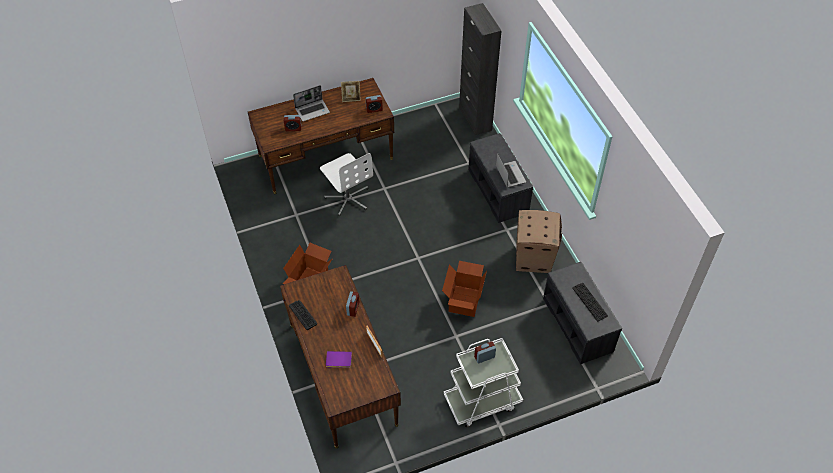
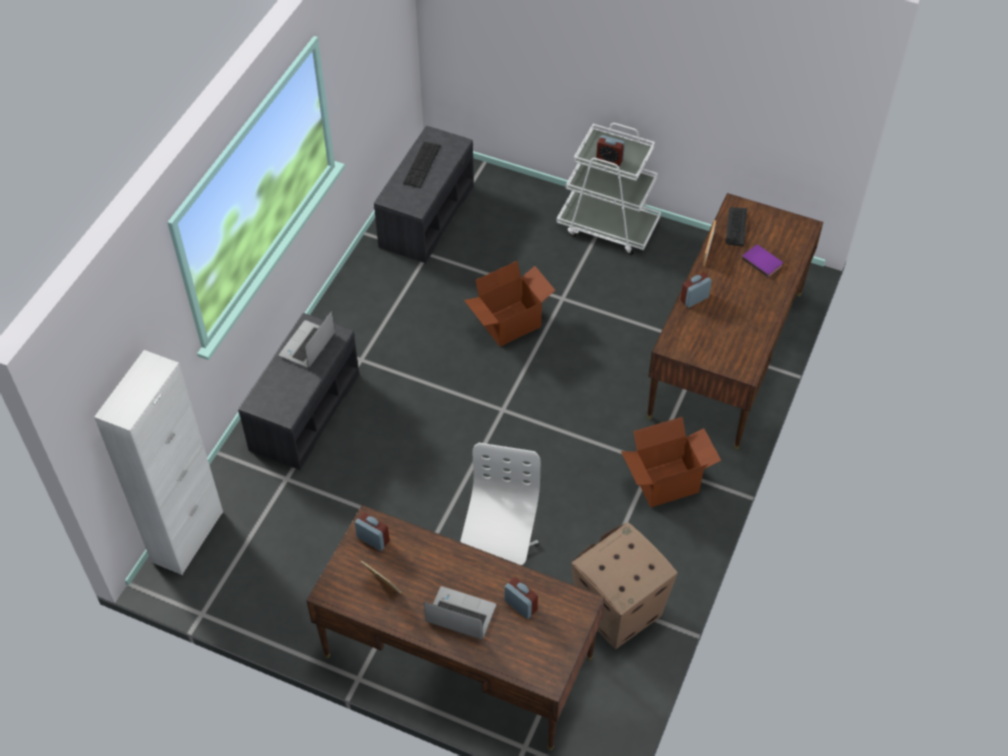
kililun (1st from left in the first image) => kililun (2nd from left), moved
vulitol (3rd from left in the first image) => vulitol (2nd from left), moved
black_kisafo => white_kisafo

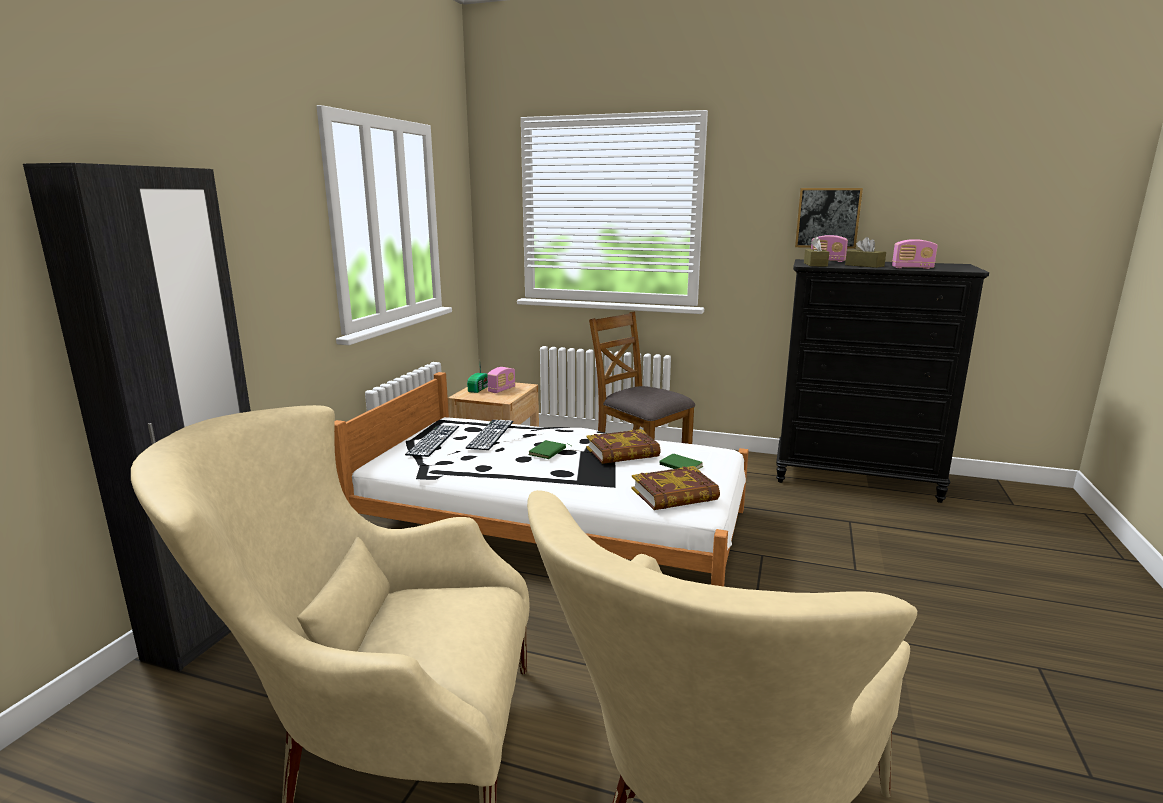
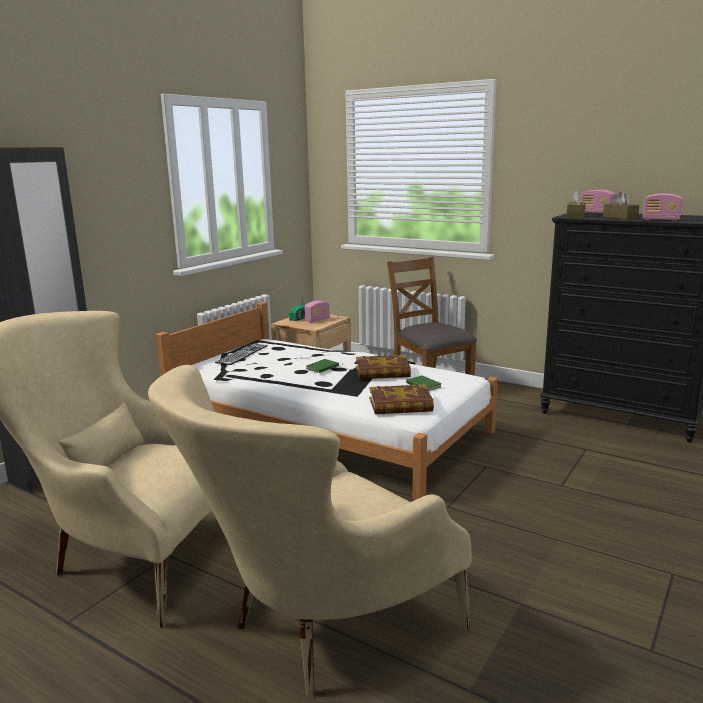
kililun (2nd from left) => nothing
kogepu => nothing

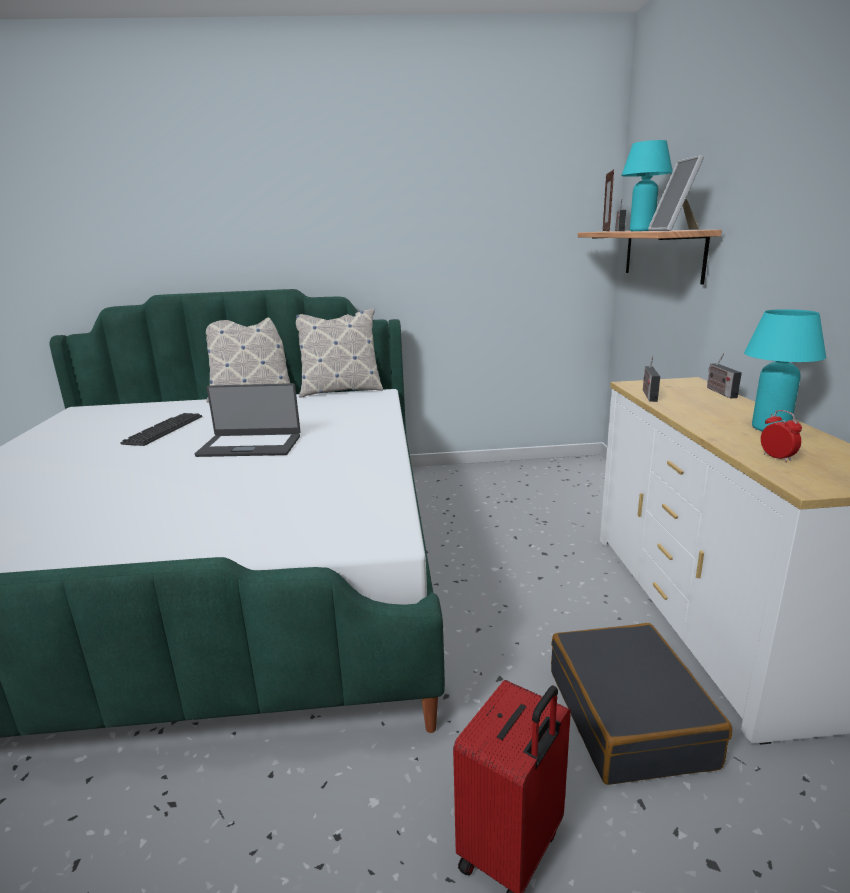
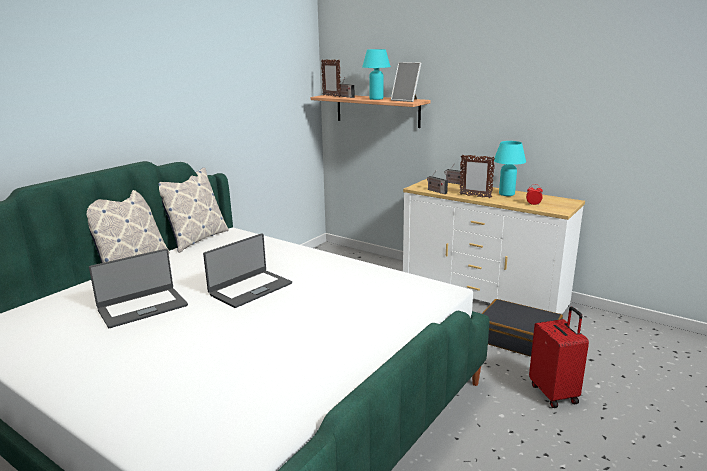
nothing => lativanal (3rd from left)
kililun => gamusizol (1st from left)

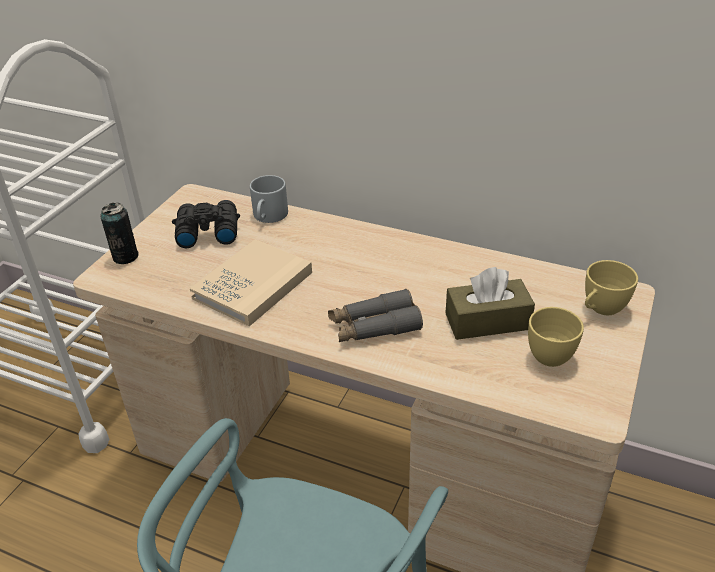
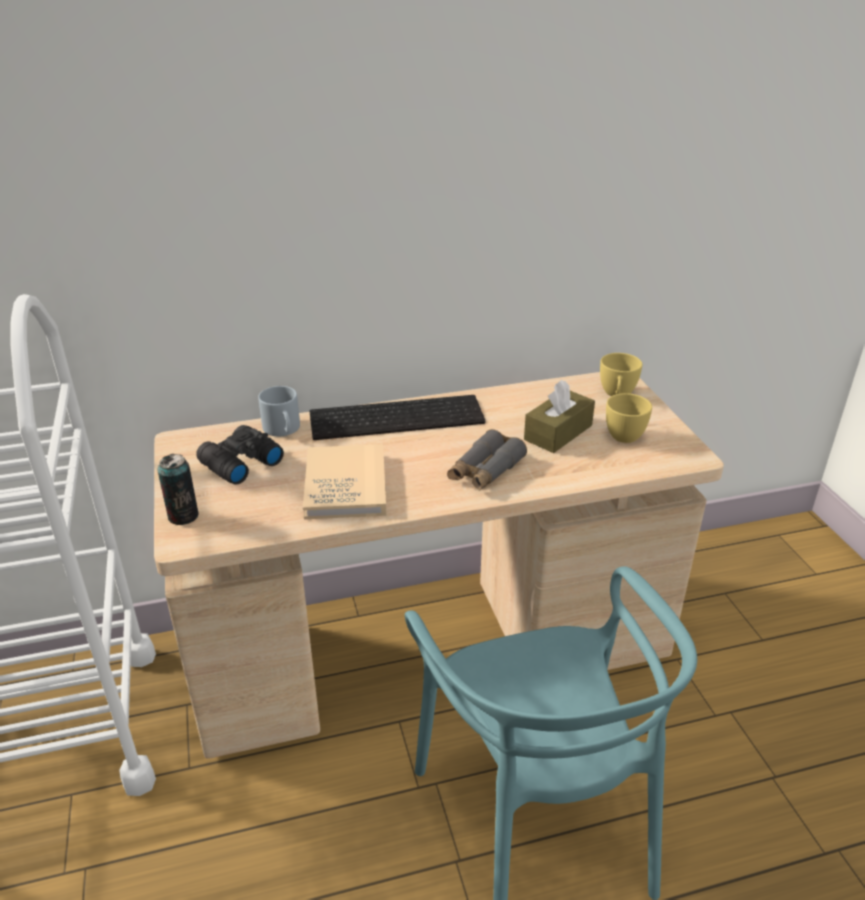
nothing => kililun

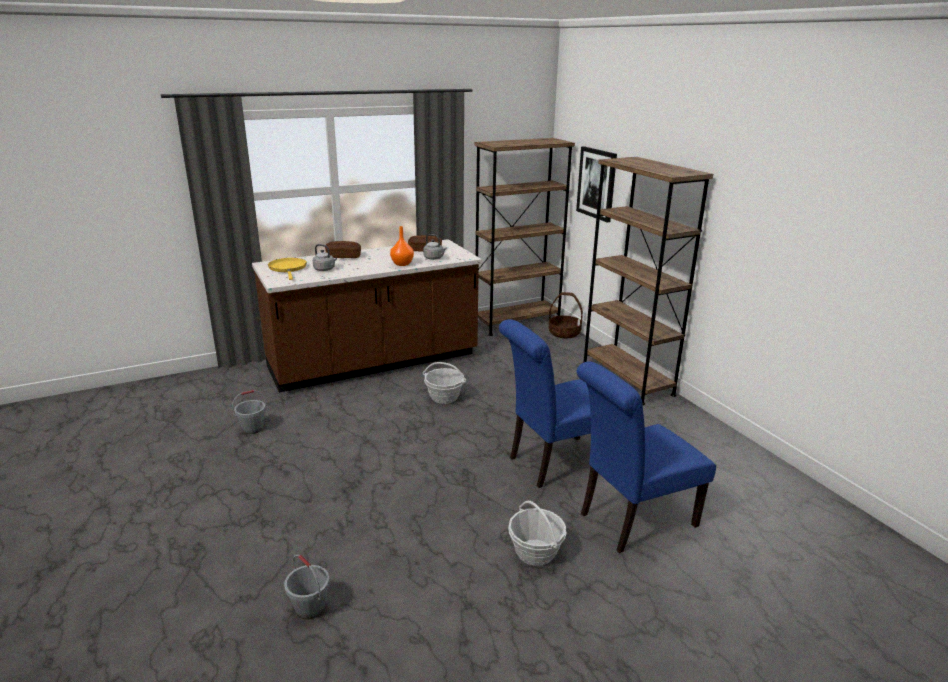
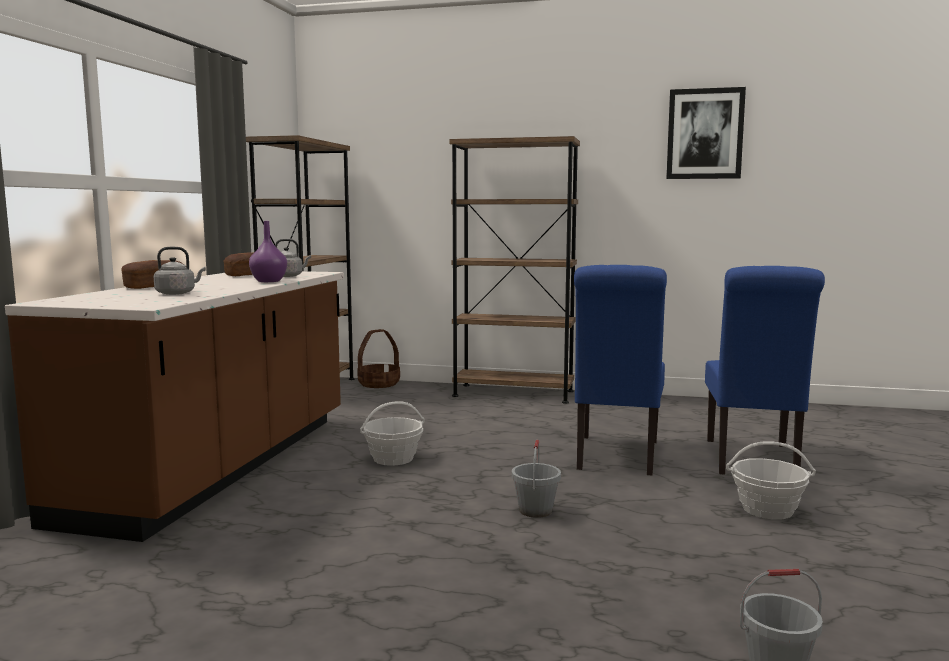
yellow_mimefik => nothing
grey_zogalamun (1st from left), moved
kogepu, moved
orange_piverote => purple_piverote

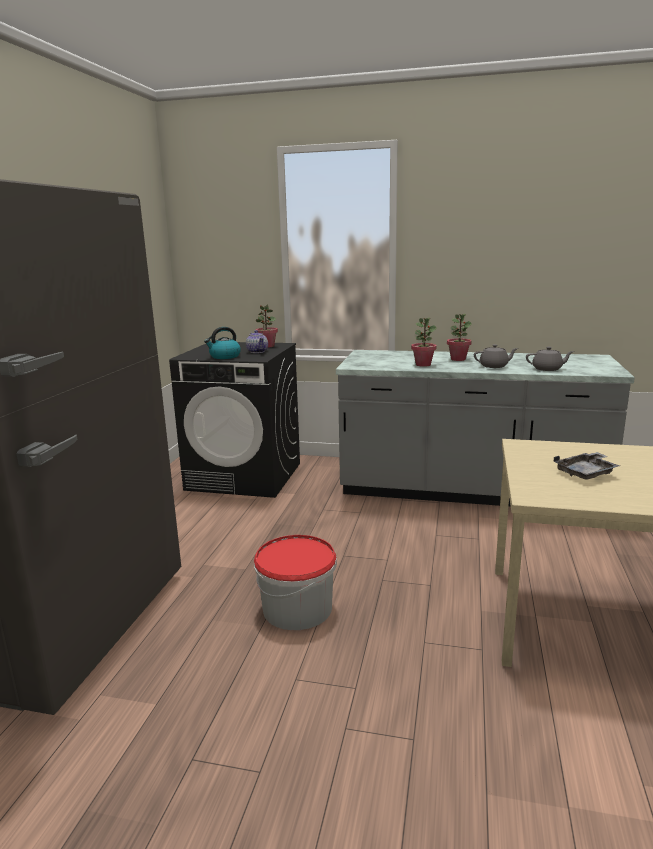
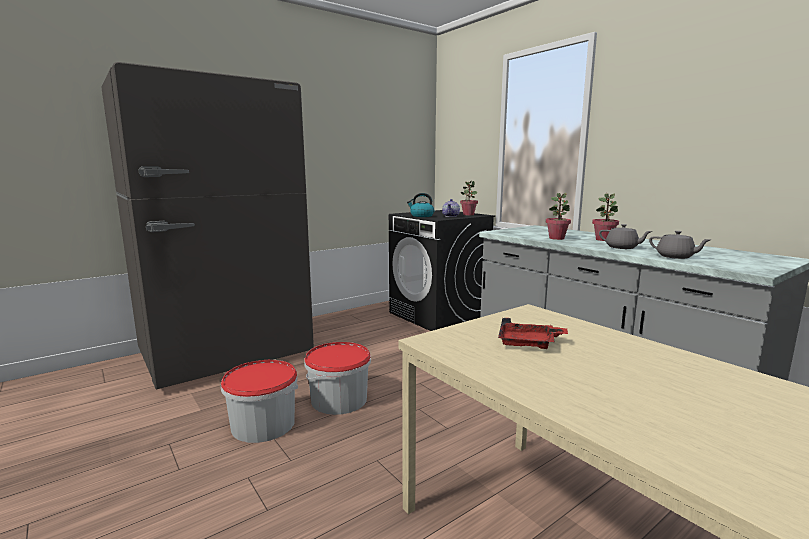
nothing => zogalamun (1st from left)
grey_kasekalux => red_kasekalux

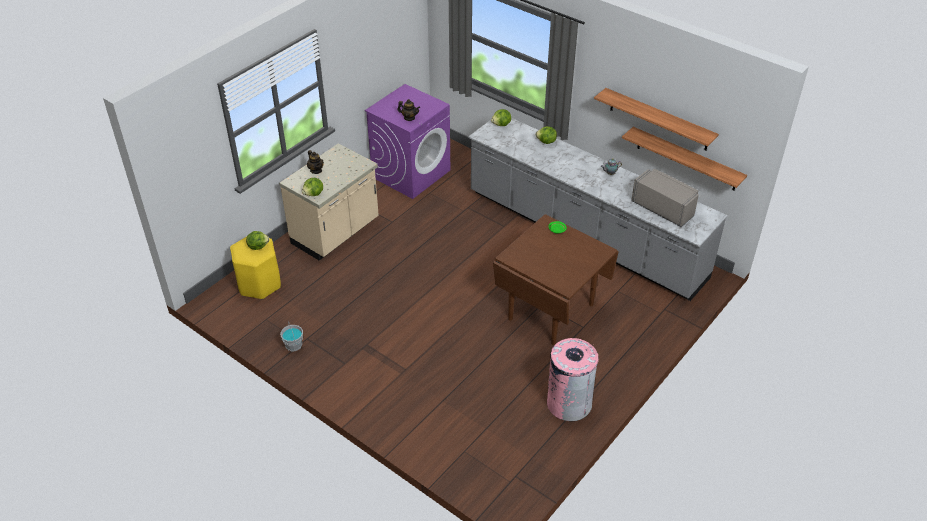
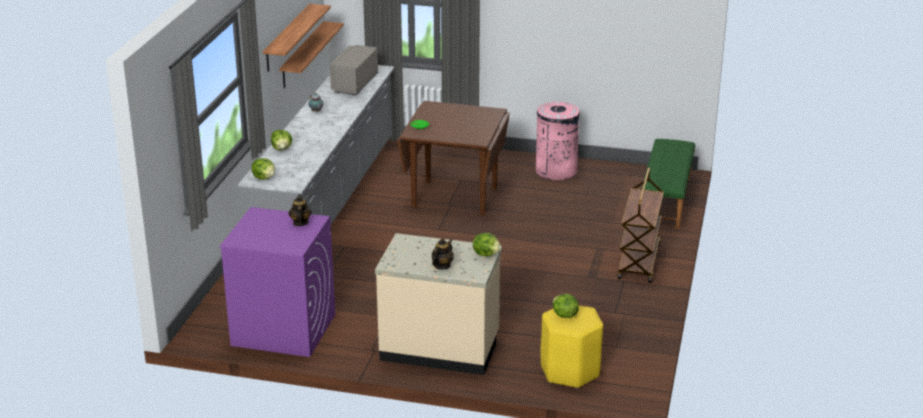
grey_zogalamun => nothing
nothing => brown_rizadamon
nothing => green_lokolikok

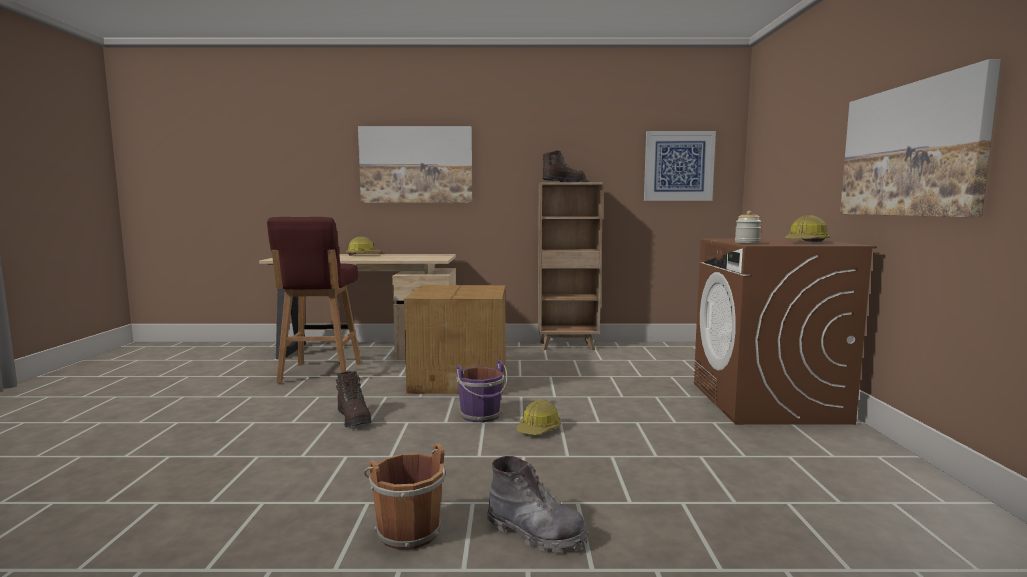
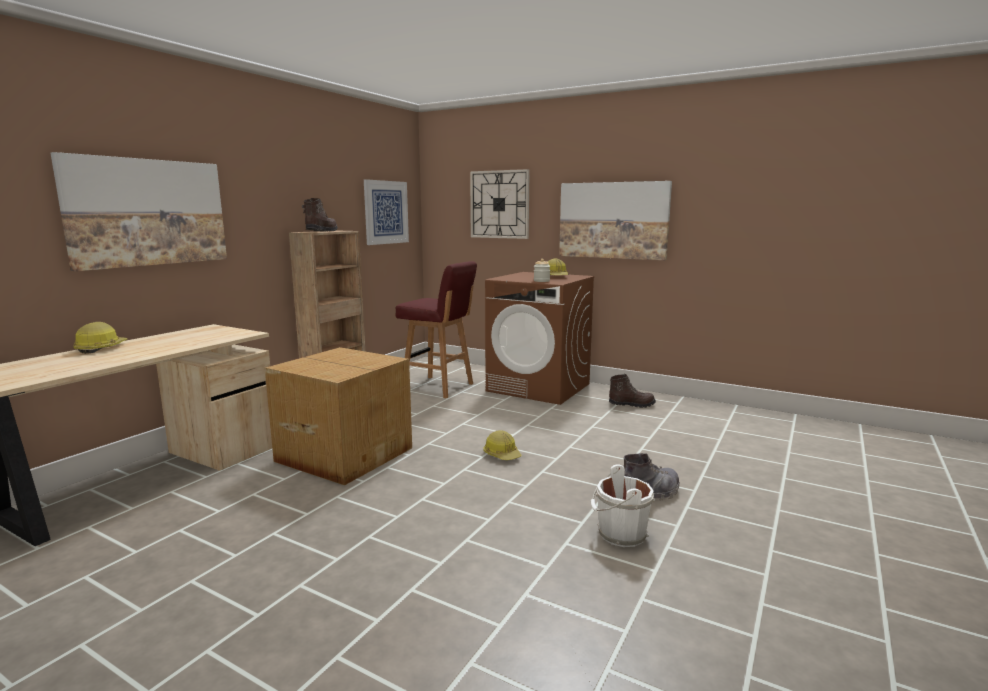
purple_zogalamun => nothing
nothing => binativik
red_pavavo, moved
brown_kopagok (1st from left in the first image) => brown_kopagok (2nd from left), moved
brown_zogalamun => white_zogalamun

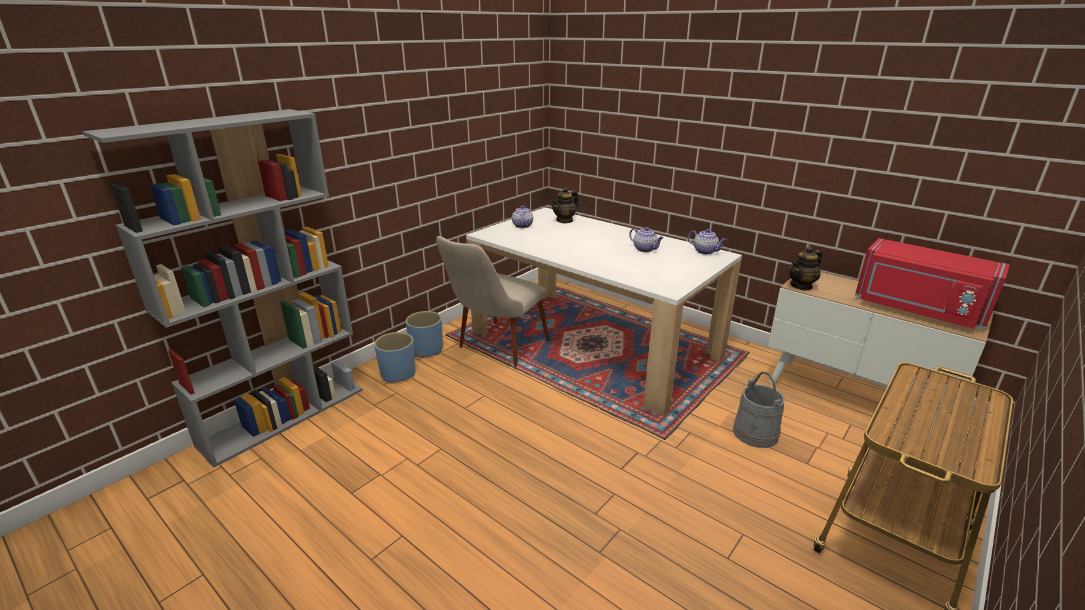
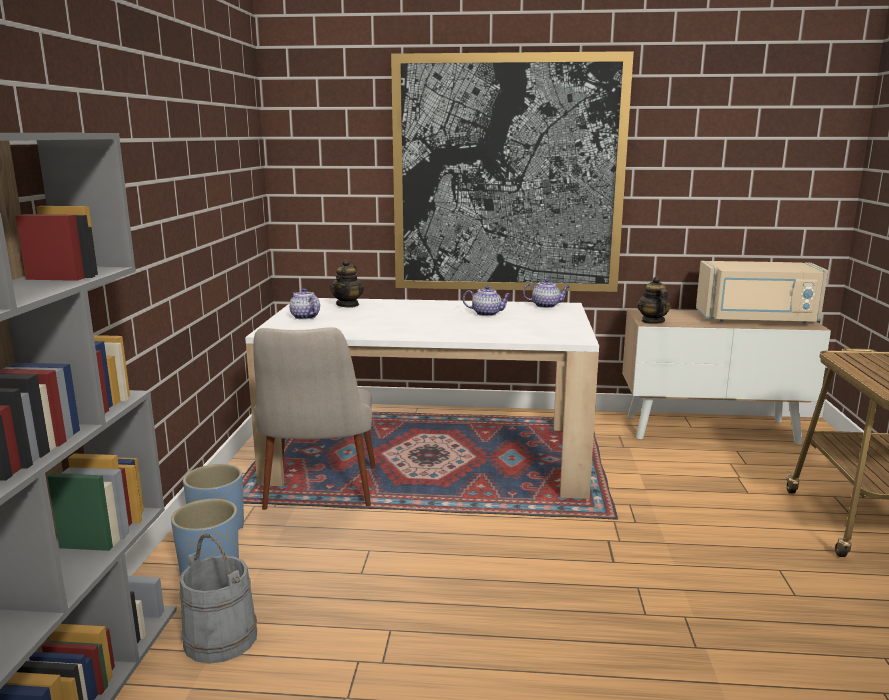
nothing => kogepu
grey_zogalamun, moved
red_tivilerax => beige_tivilerax
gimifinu (5th from left), 150 degrees clockwise

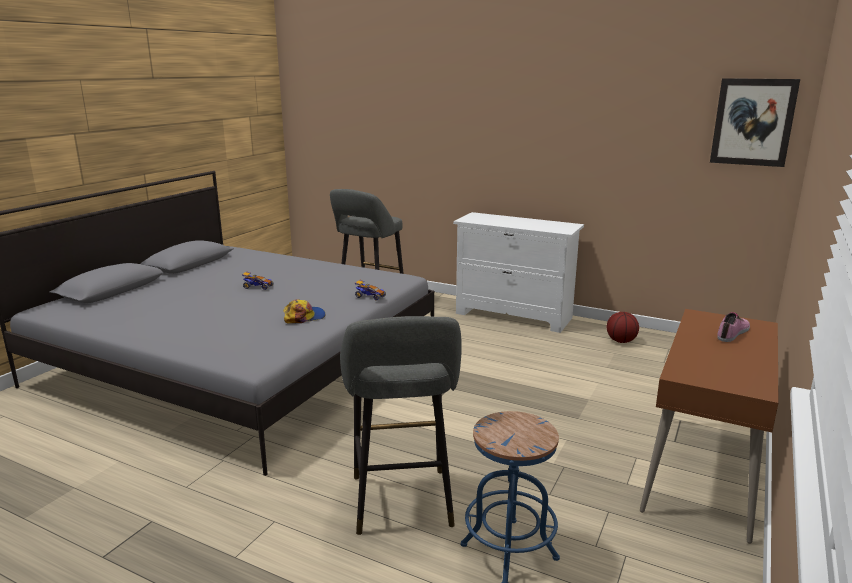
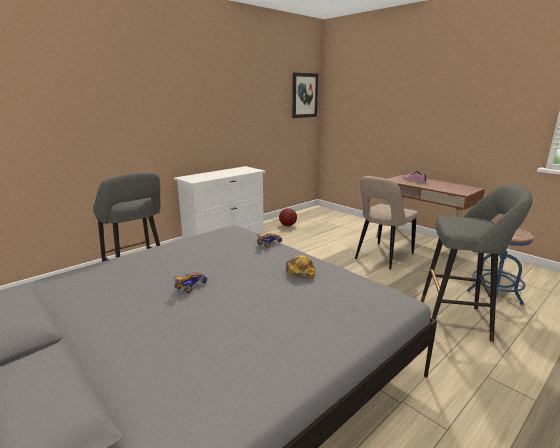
nothing => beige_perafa

